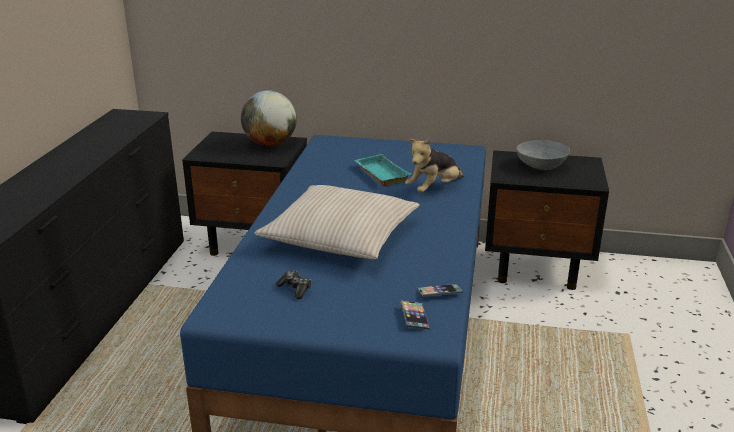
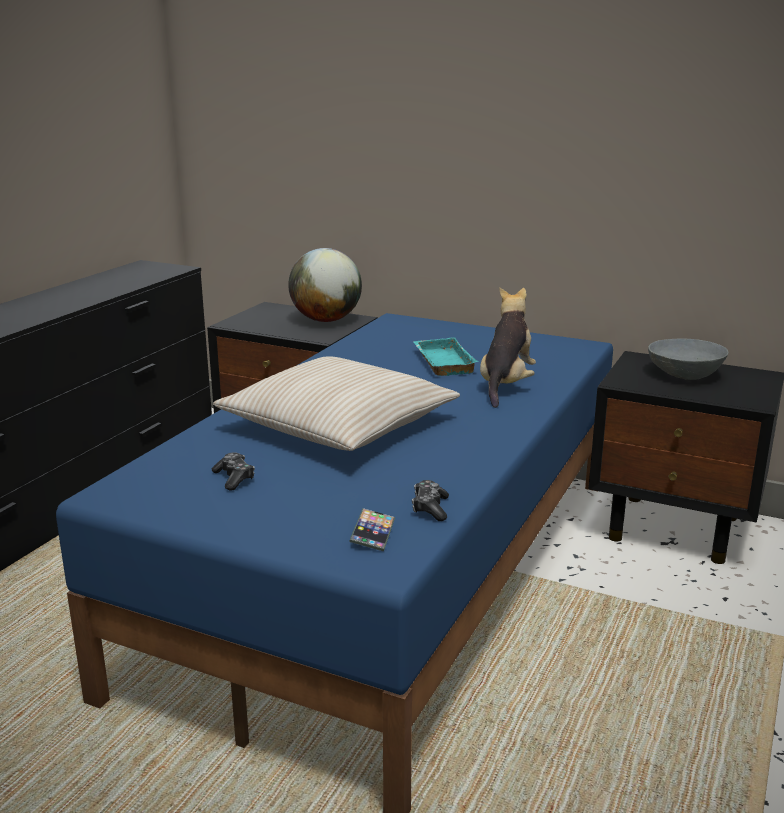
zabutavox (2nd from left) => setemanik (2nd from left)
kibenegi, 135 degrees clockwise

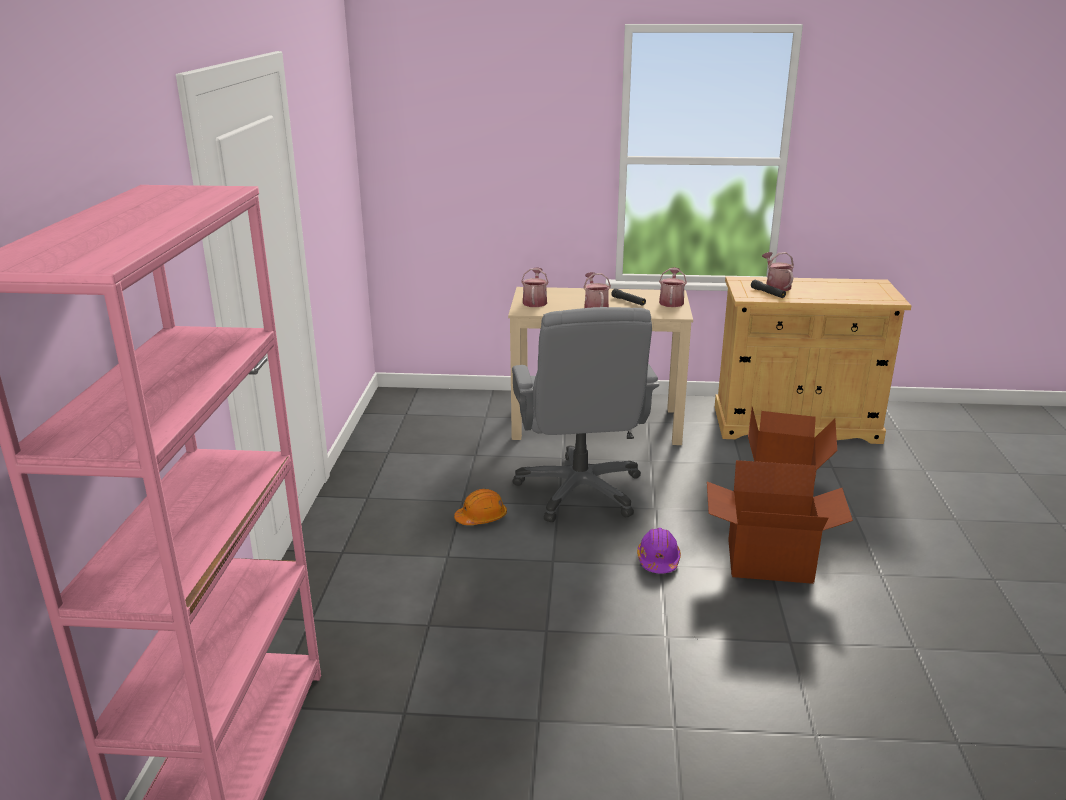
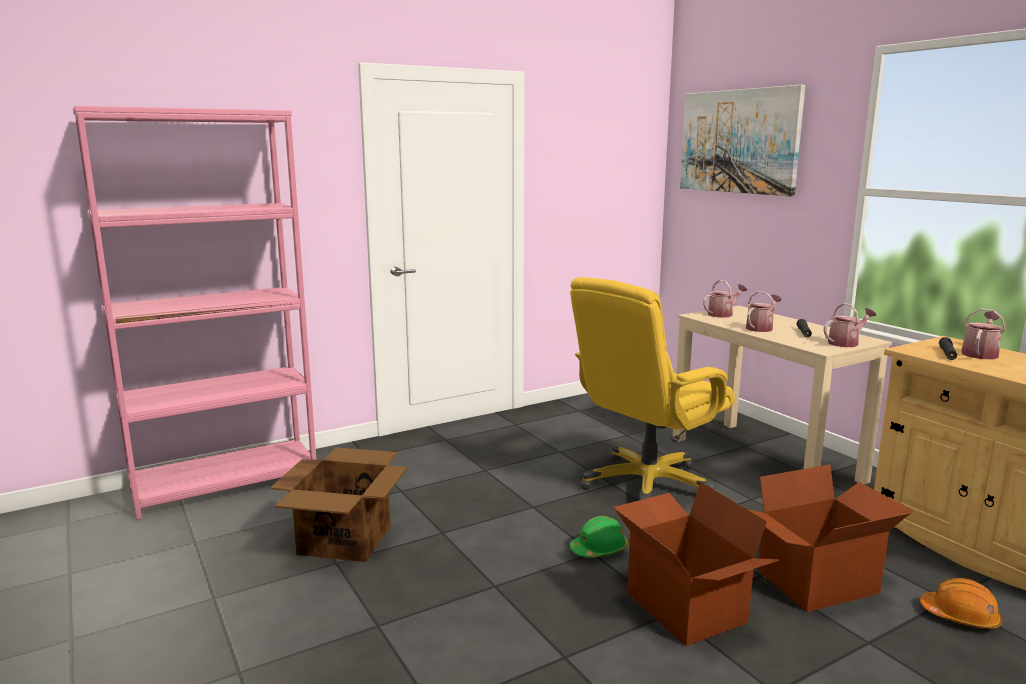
nothing => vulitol (1st from left)
nothing => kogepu
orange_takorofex, moved
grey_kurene => yellow_kurene
purple_takorofex => green_takorofex

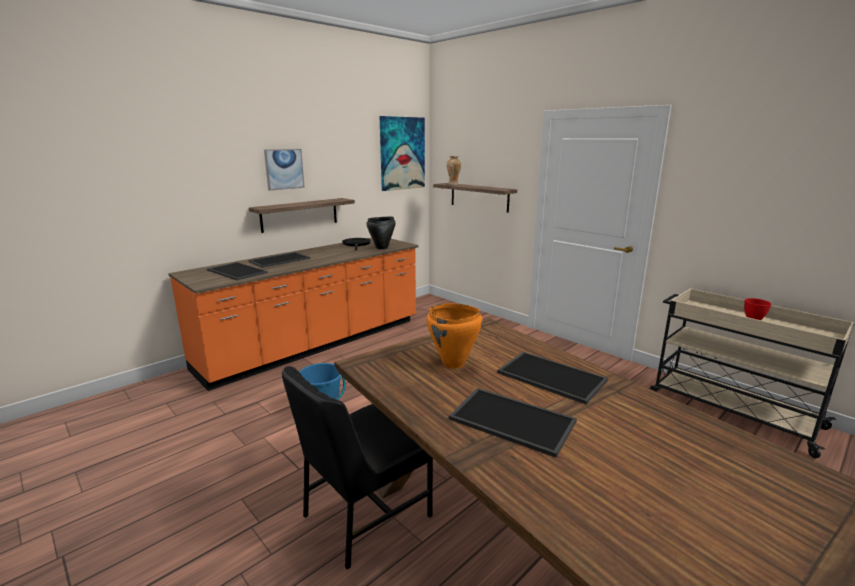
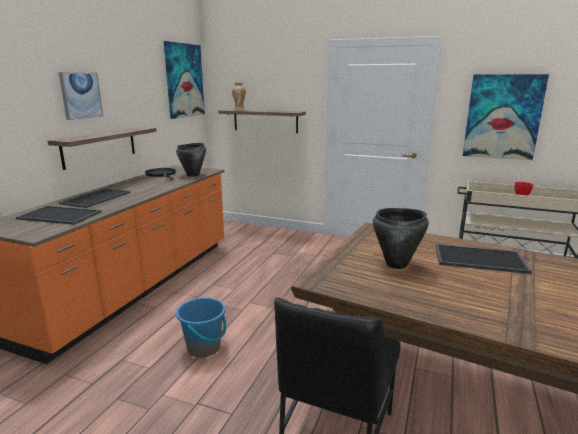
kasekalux (3rd from left) => nothing
nothing => kogepu (3rd from left)
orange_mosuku => black_mosuku (2nd from left)

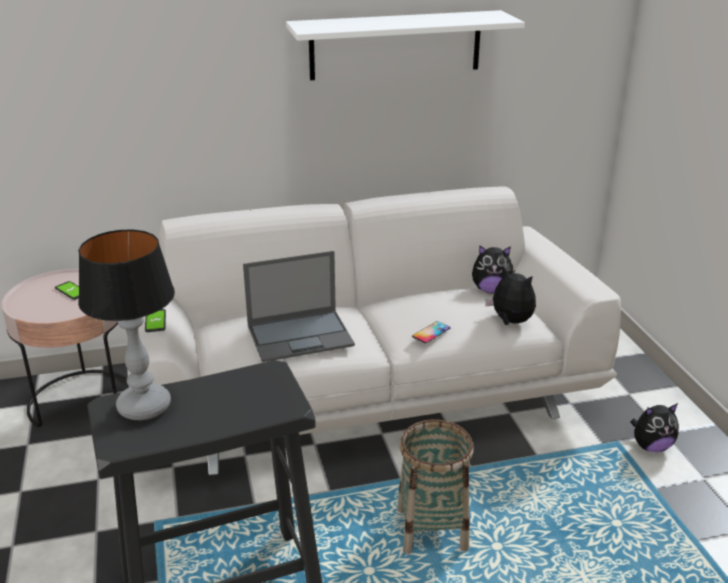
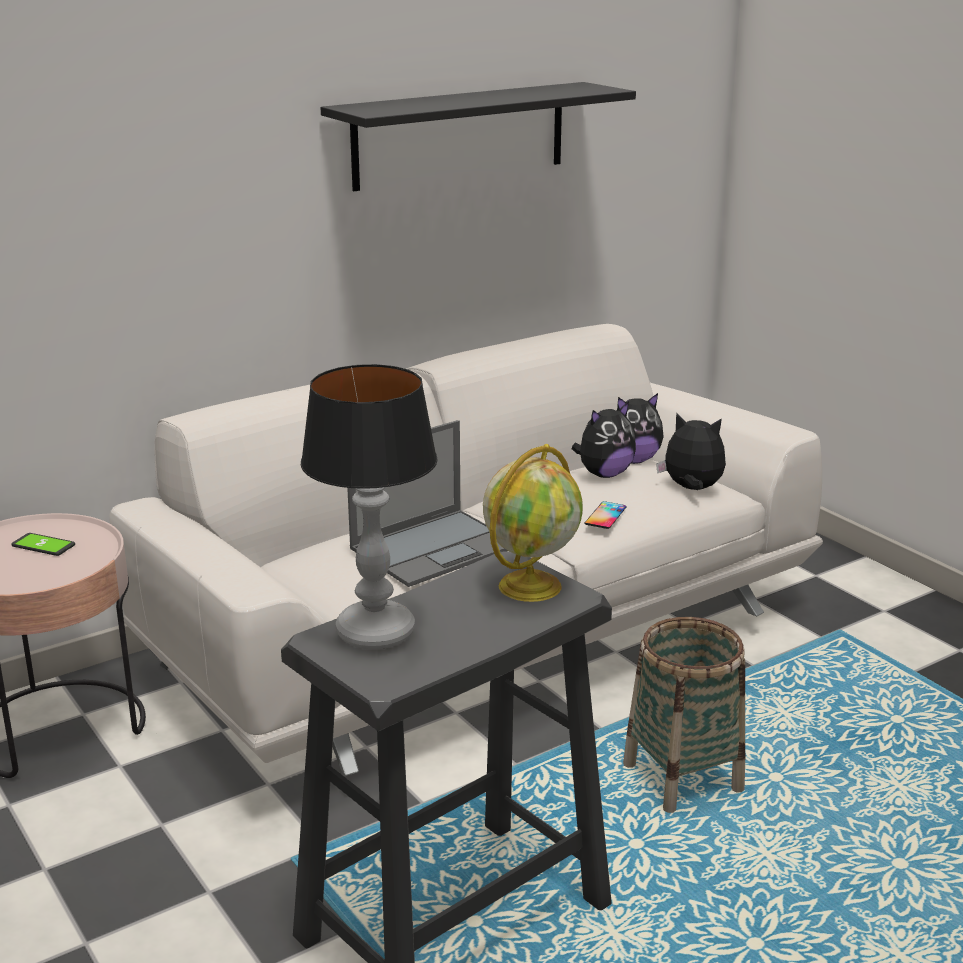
zabutavox (2nd from left) => nothing
nothing => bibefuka
kibenegi (3rd from left in the first image) => kibenegi (1st from left), moved
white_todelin => black_todelin

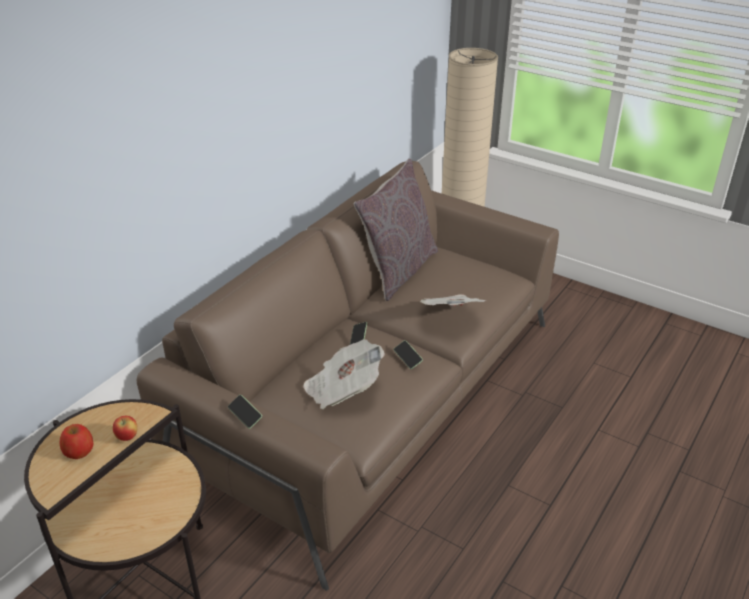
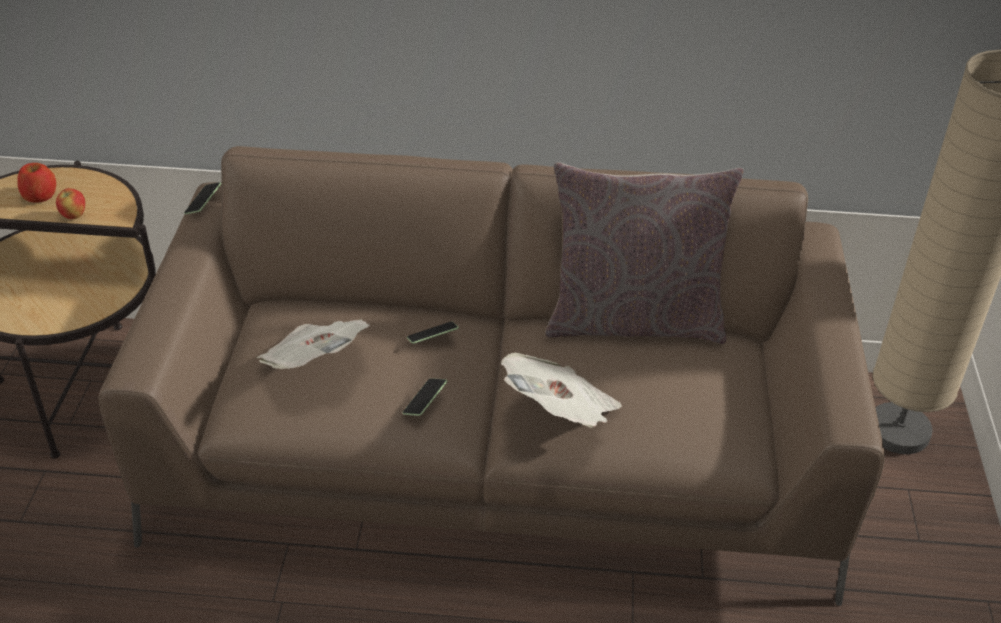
zabutavox (1st from left), moved

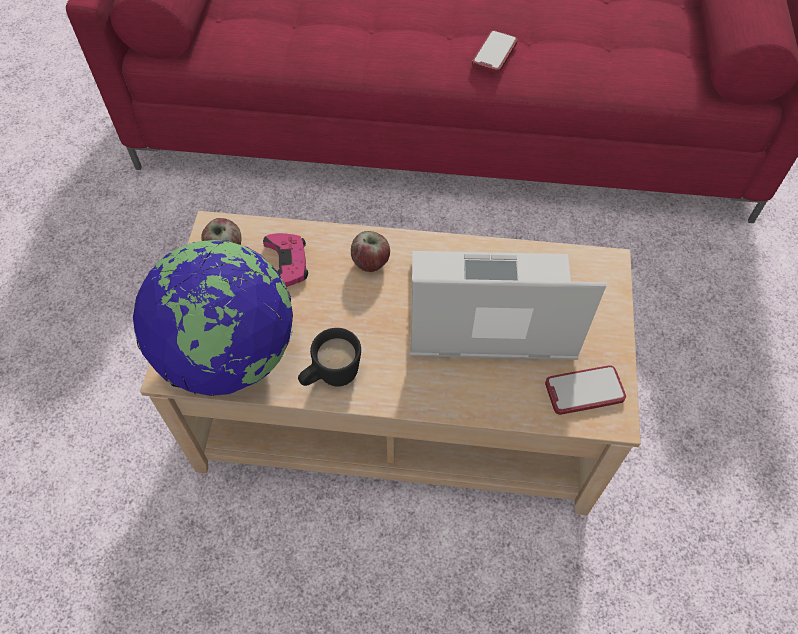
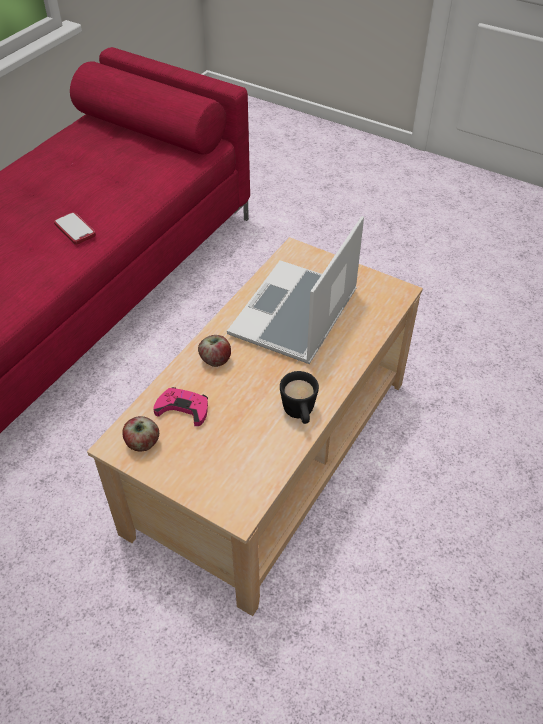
bibefuka => nothing
zabutavox (2nd from left) => nothing

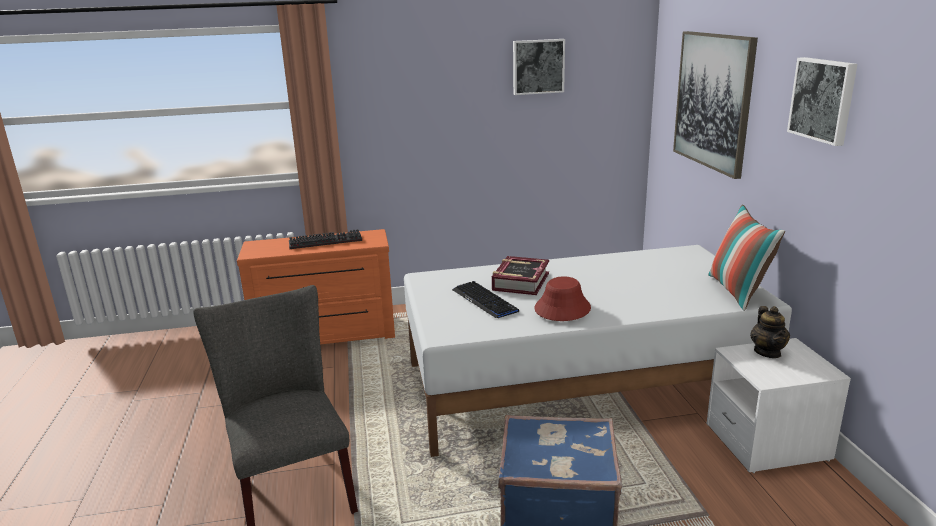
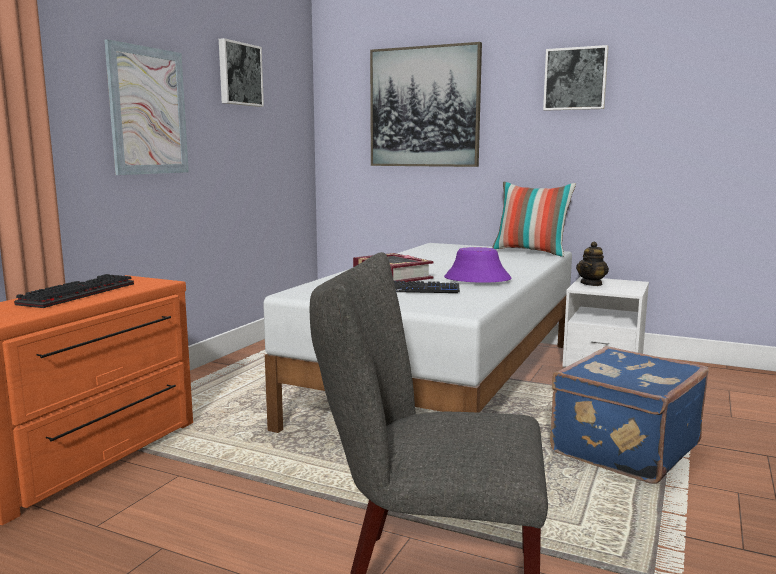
nothing => kogepu (1st from left)
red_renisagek => purple_renisagek
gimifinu, 90 degrees clockwise

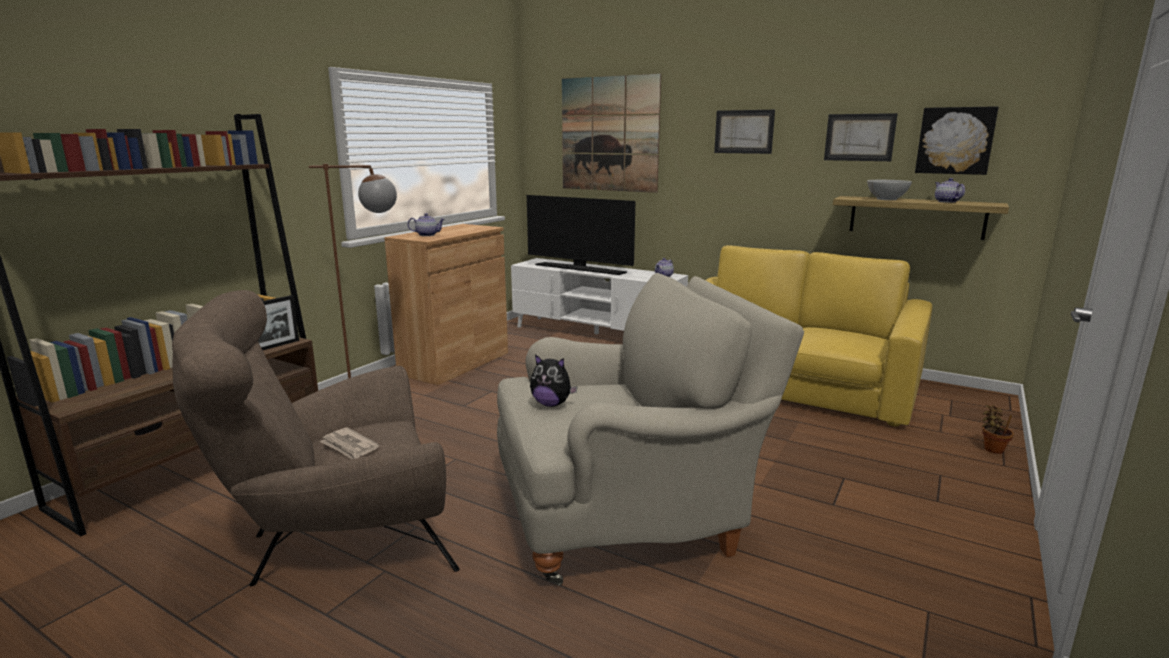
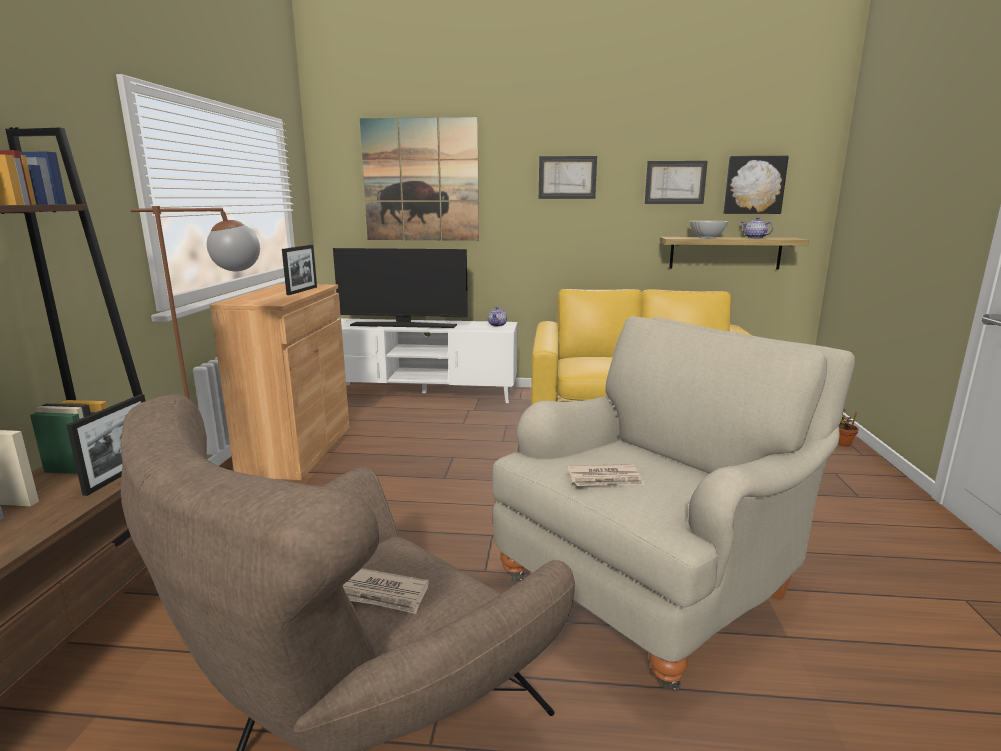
gimifinu (1st from left) => nothing
nothing => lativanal (2nd from left)
kibenegi => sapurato (2nd from left)

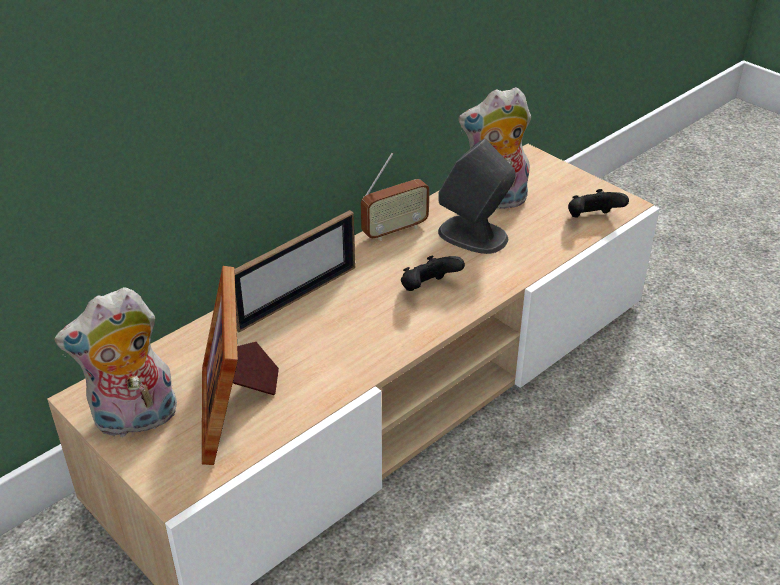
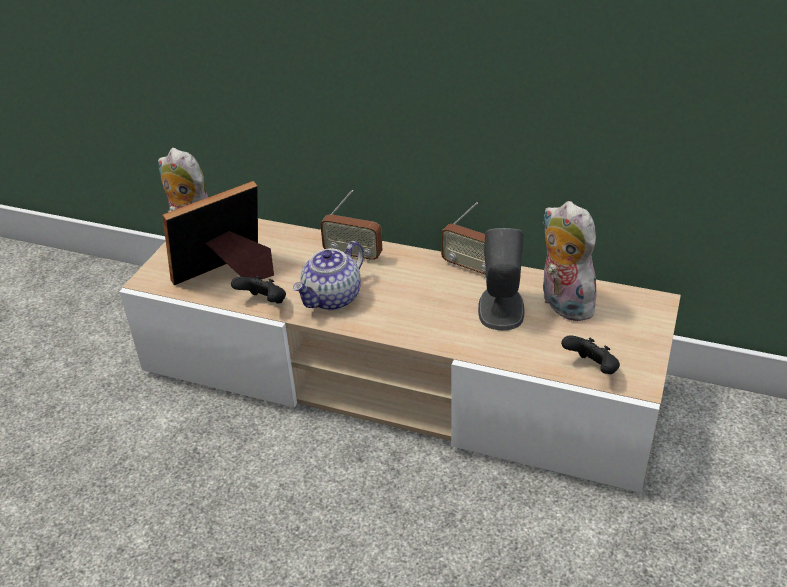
nothing => gimifinu
black_setemanik (1st from left), moved
lativanal (2nd from left) => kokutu (1st from left)

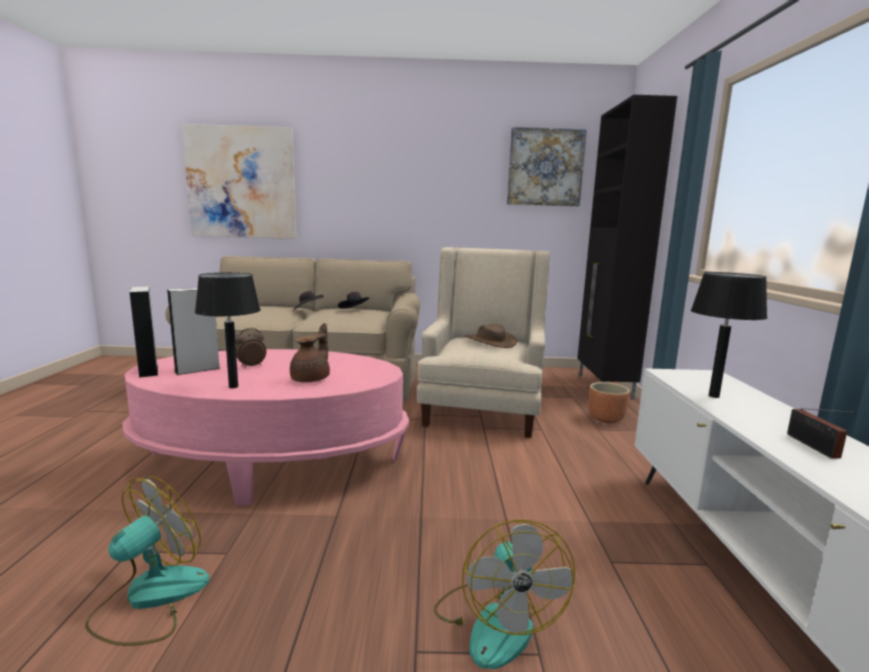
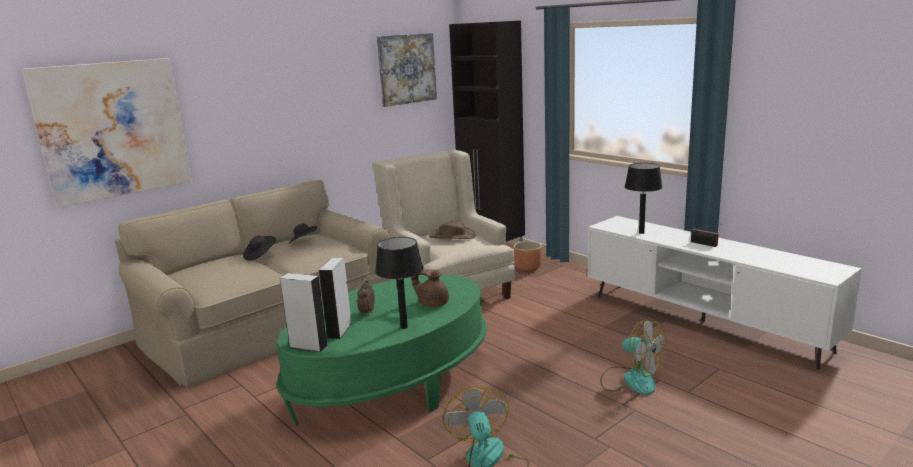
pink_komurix => green_komurix
brown_gimifinu, 45 degrees counterclockwise

